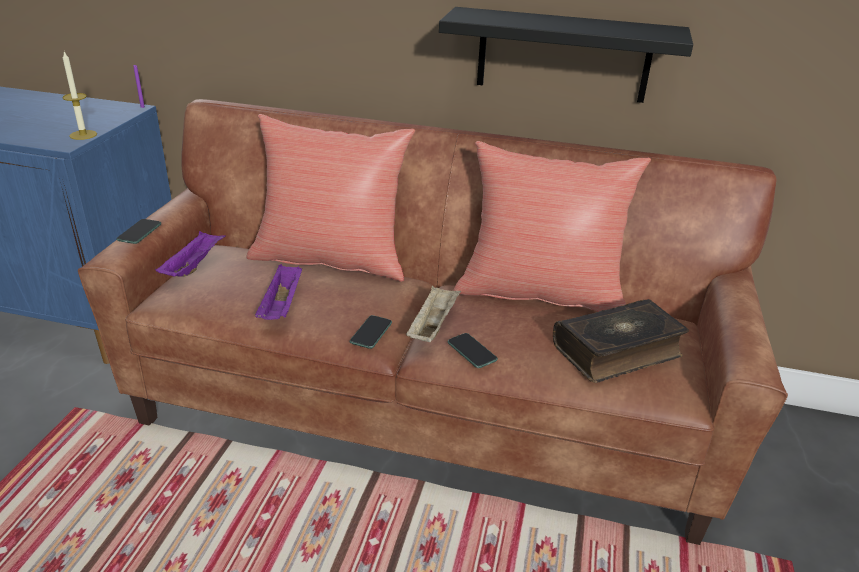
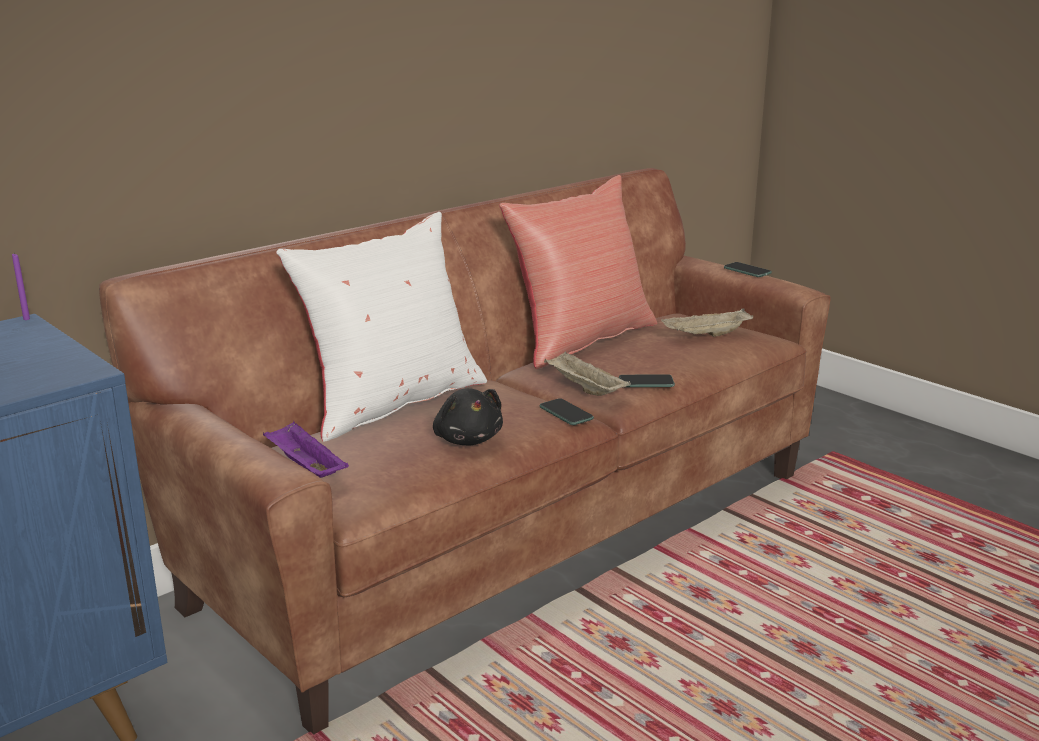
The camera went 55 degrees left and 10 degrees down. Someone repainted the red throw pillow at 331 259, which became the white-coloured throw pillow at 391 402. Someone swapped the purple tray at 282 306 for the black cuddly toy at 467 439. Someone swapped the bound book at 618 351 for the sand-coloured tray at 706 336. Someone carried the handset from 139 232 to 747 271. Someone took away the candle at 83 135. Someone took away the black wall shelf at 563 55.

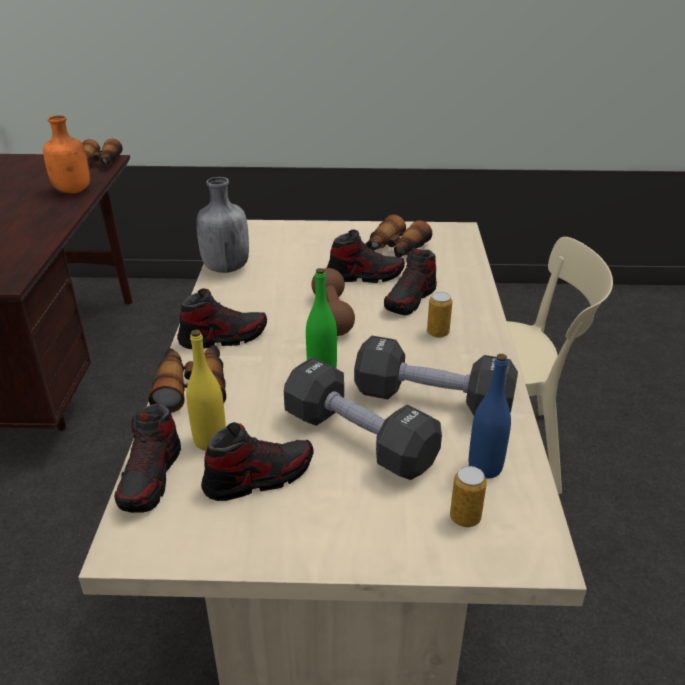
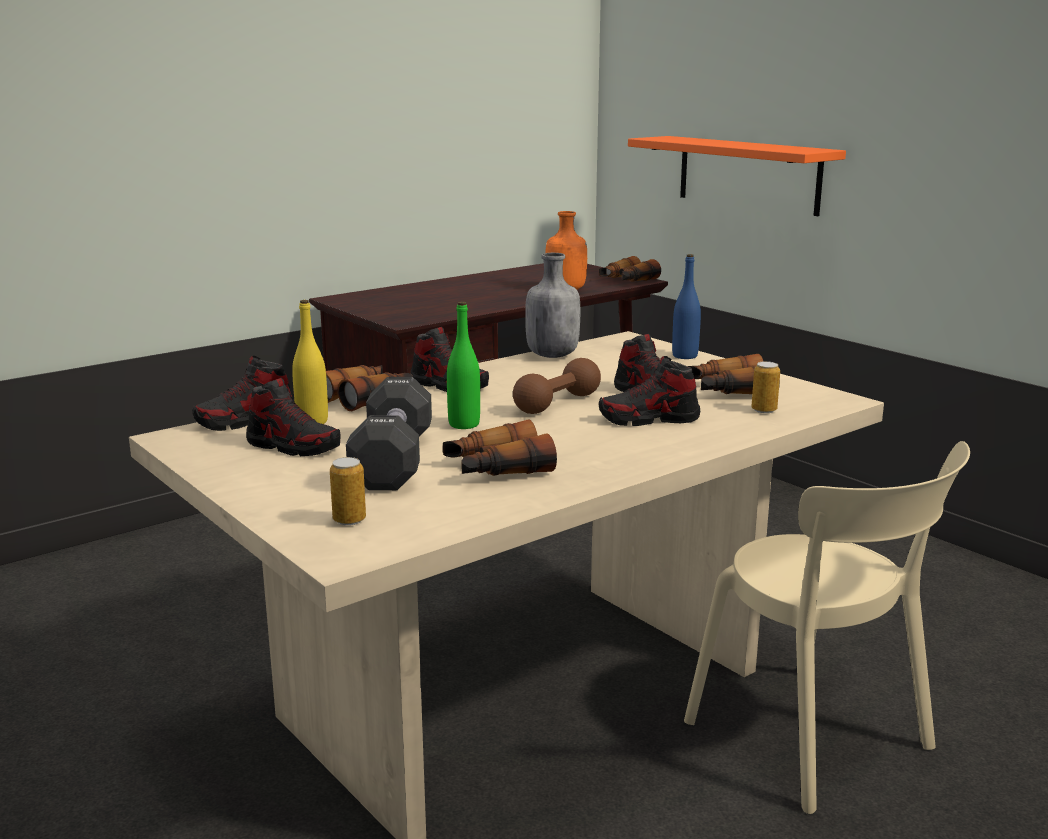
The camera went 50 degrees right and 15 degrees down. Someone swapped the black free weight at 432 400 for the pair of binoculars at 496 469. Someone put up the orange wall shelf at 748 174. Someone carried the blue drink bottle from 485 468 to 685 356. Someone carried the metal can from 437 333 to 764 410.

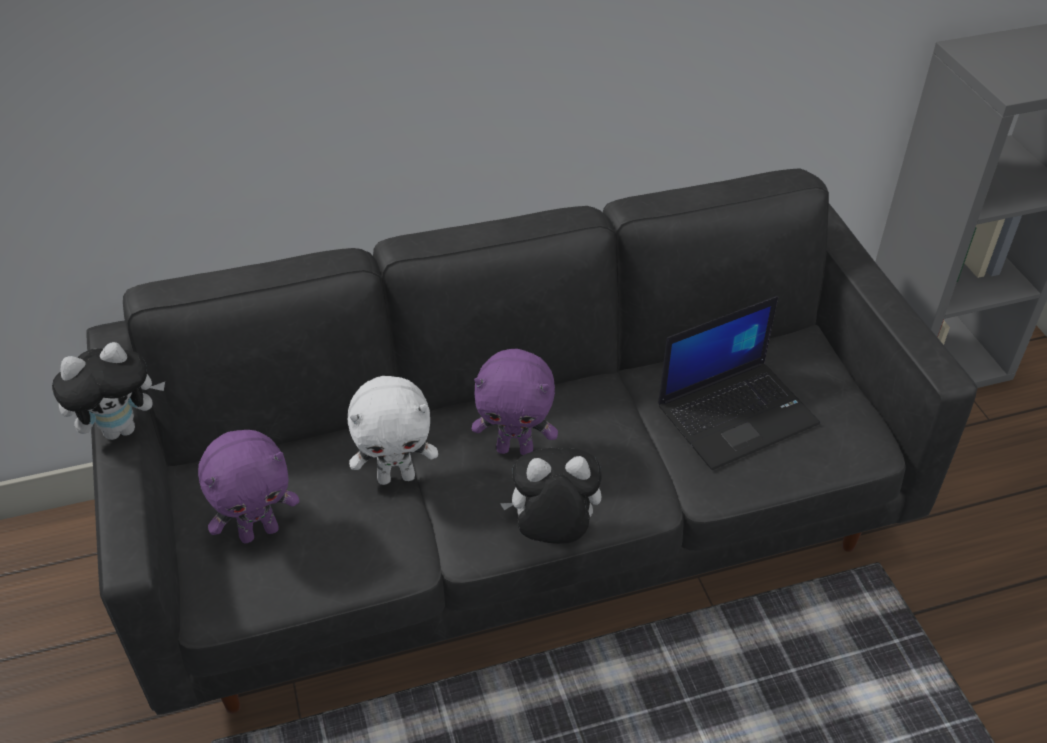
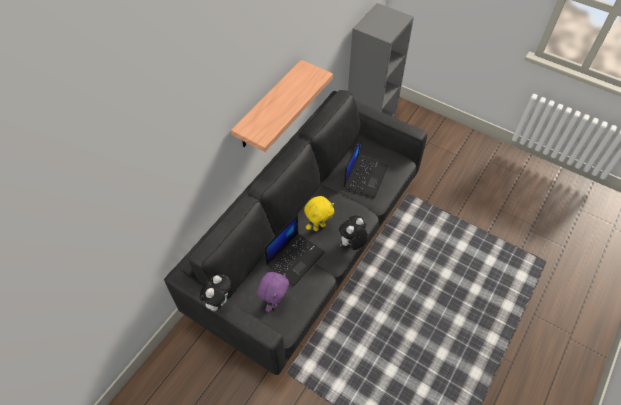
The camera went 40 degrees left and 10 degrees up. Someone put up the wall shelf at 268 106. Someone swapped the white-coloured cuddly toy at 396 476 for the laptop at 295 258. Someone repainted the purple cuddly toy at 515 449, which became the yellow cuddly toy at 318 226.

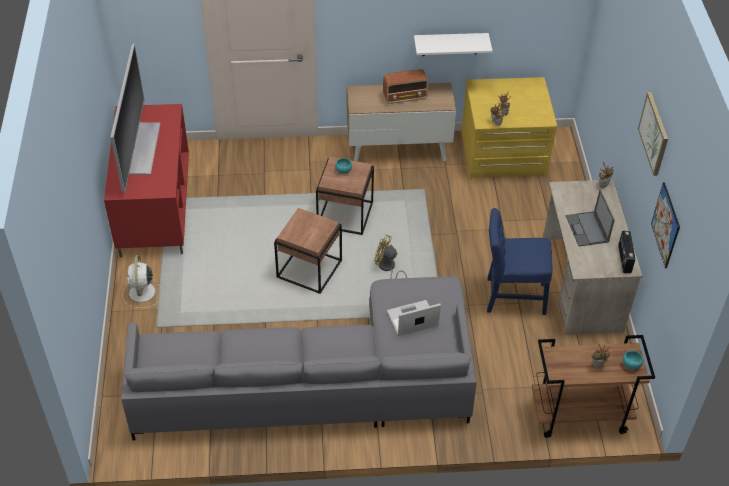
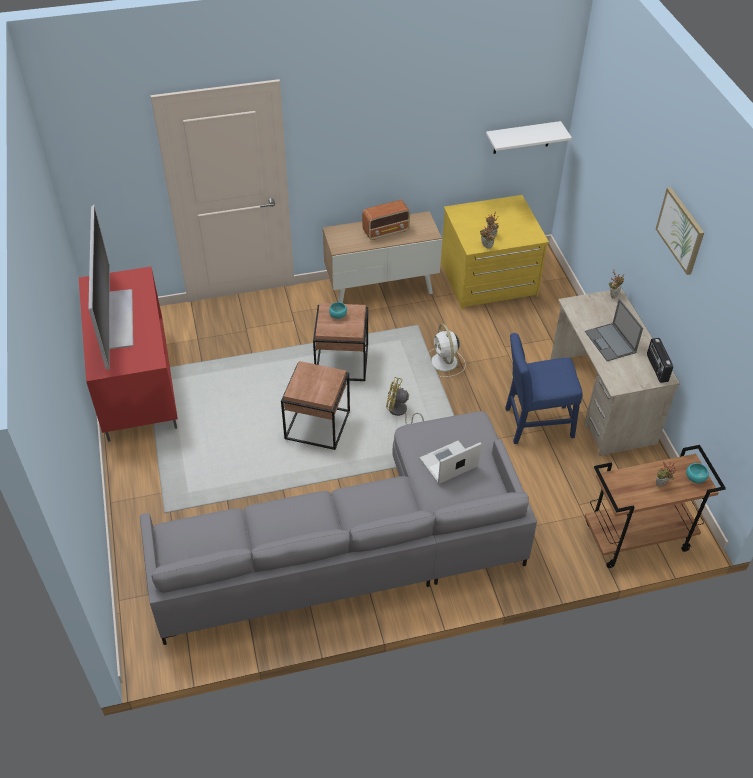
The camera went 10 degrees left and 0 degrees up. Someone carried the white-coloured fan from 142 293 to 444 363. Someone carried the white-coloured wall shelf from 450 44 to 522 137. Someone took away the wall picture at 665 225.

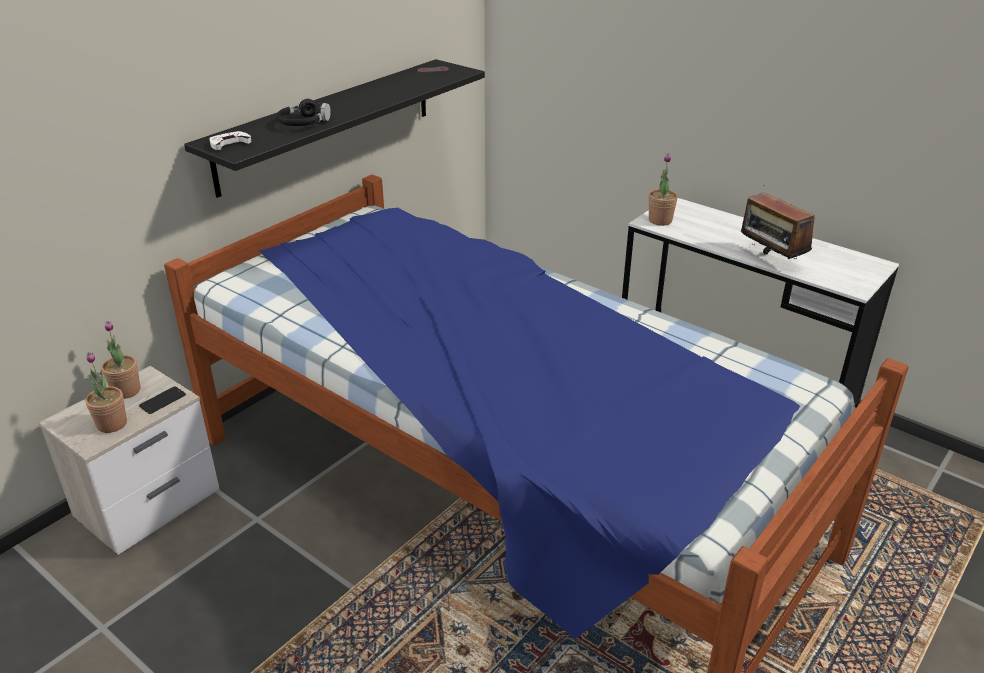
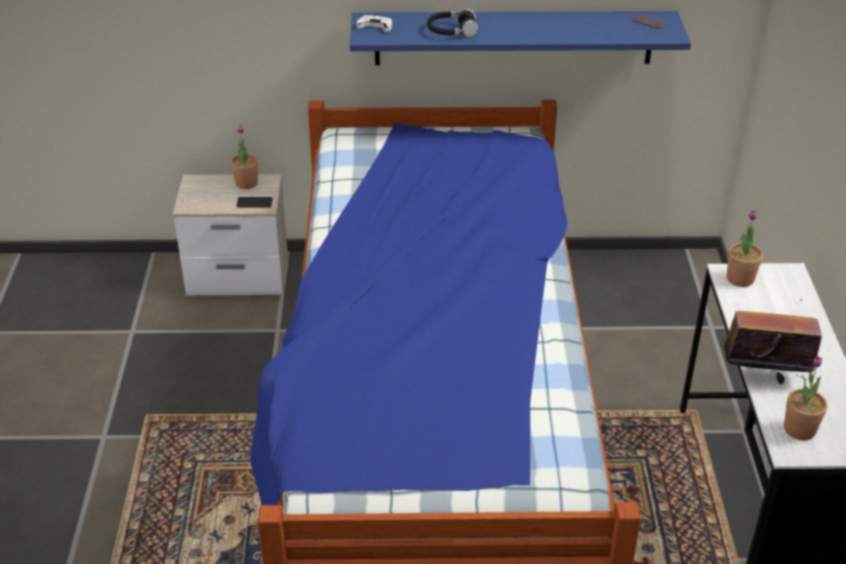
The camera went 50 degrees right and 5 degrees up. Someone repainted the black wall shelf at 328 124, which became the blue wall shelf at 513 38. Someone rotated the radio at 770 261 by 75 degrees clockwise. Someone carried the houseplant from 112 424 to 799 429.

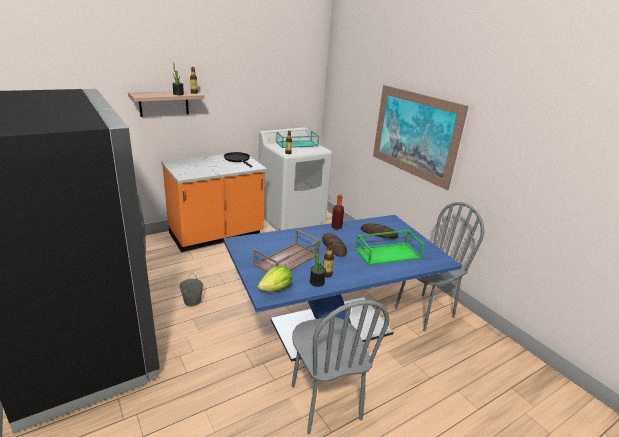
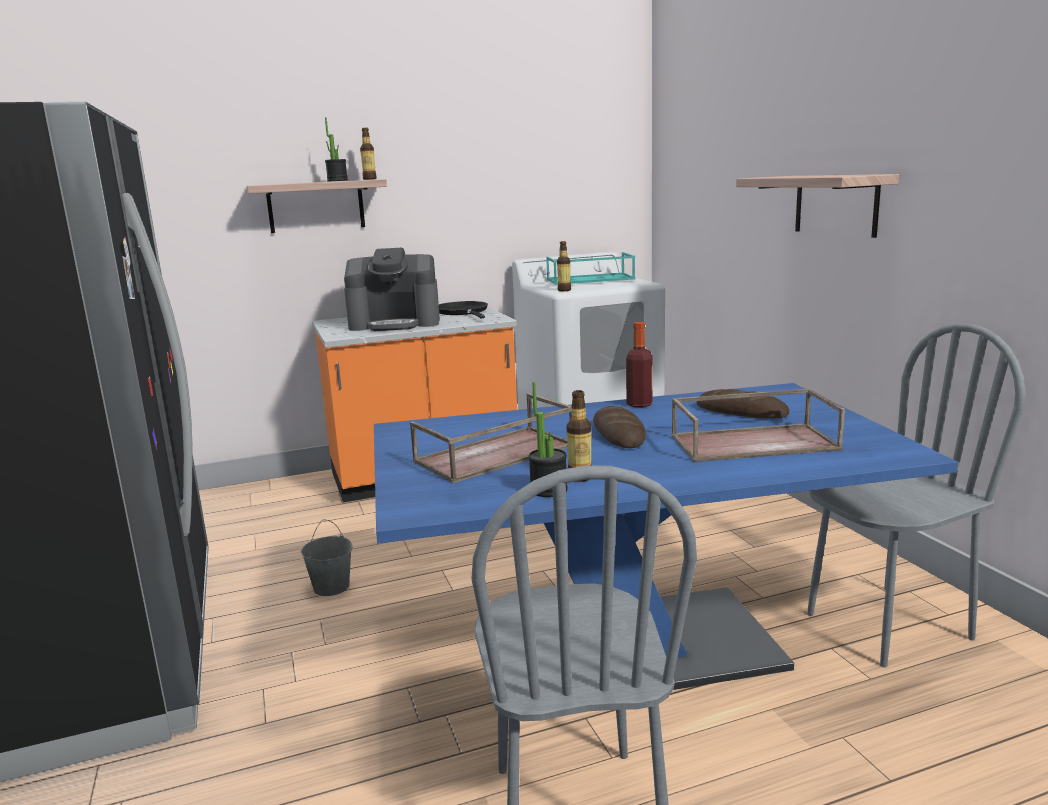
The camera went 15 degrees right and 10 degrees down. Someone put down the coffee maker at 395 323. Someone repainted the green-coloured tray at 388 253, which became the brownish tray at 754 442. Someone swapped the wall picture at 414 134 for the wall shelf at 835 204. Someone took away the lettuce head at 276 289.

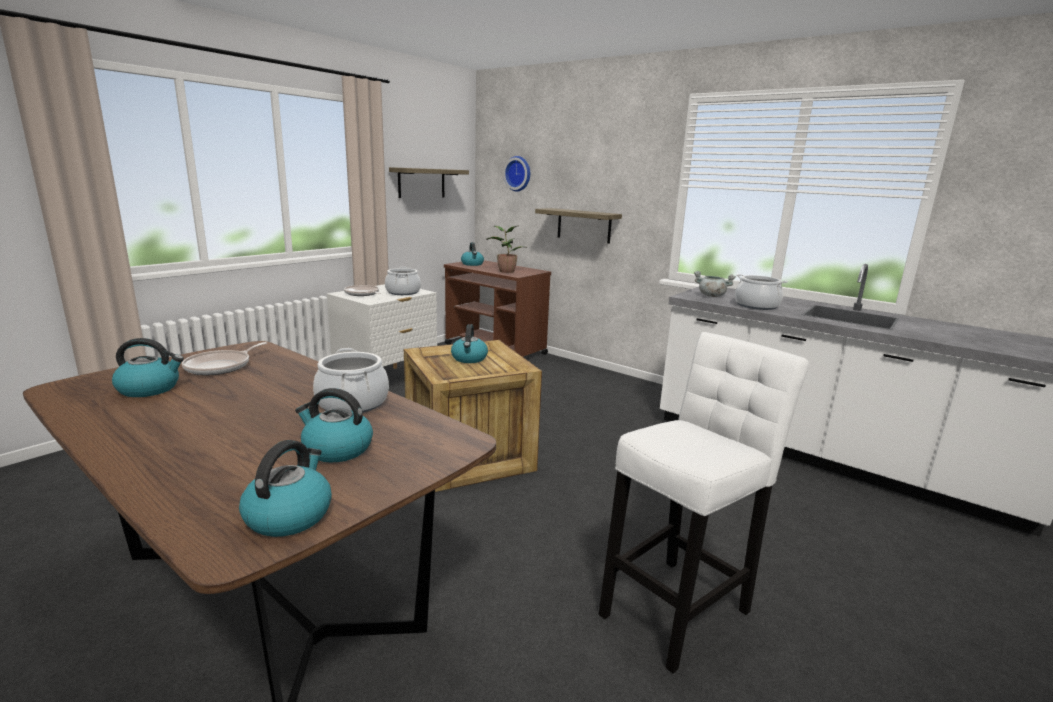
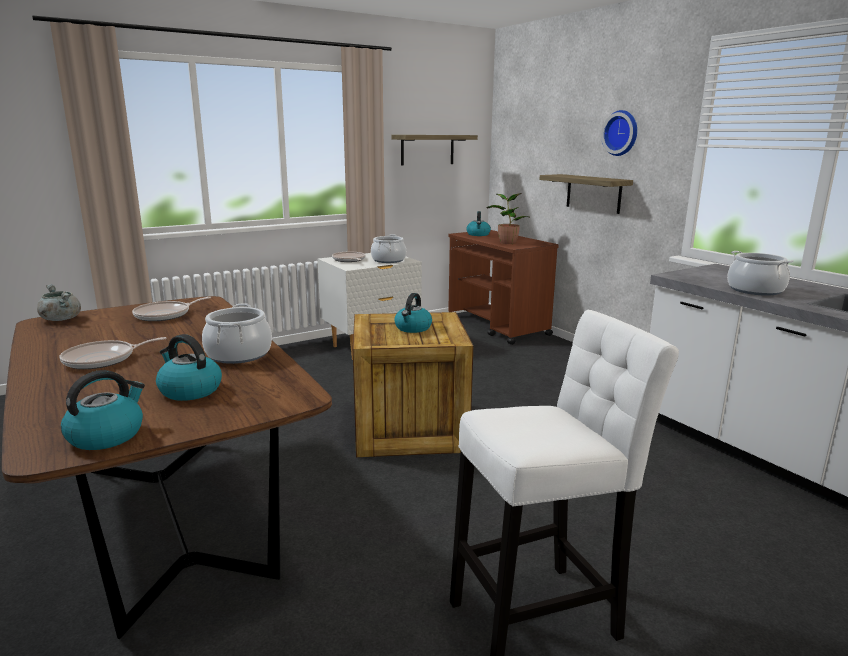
The camera went 20 degrees right and 0 degrees up. Someone carried the grey stockpot from 711 296 to 61 319. Someone put down the pan at 103 359. Someone carried the clock on the wall from 518 173 to 622 133. Someone took away the kettle at 150 389.

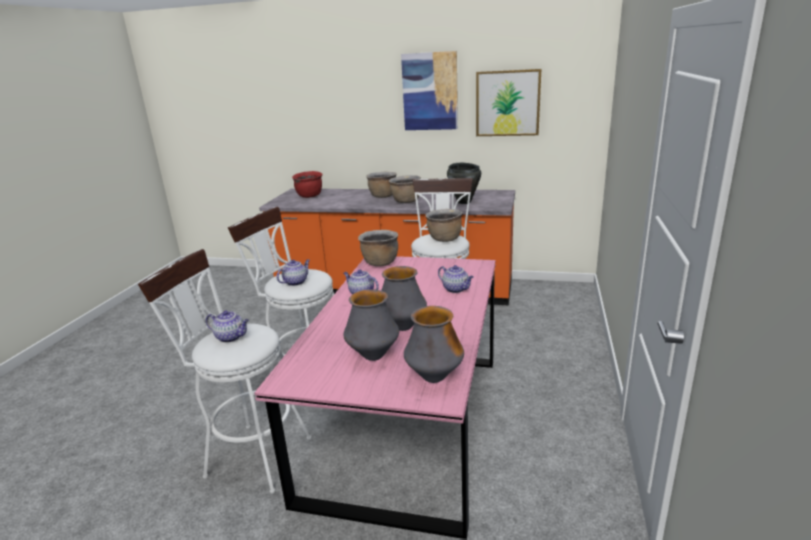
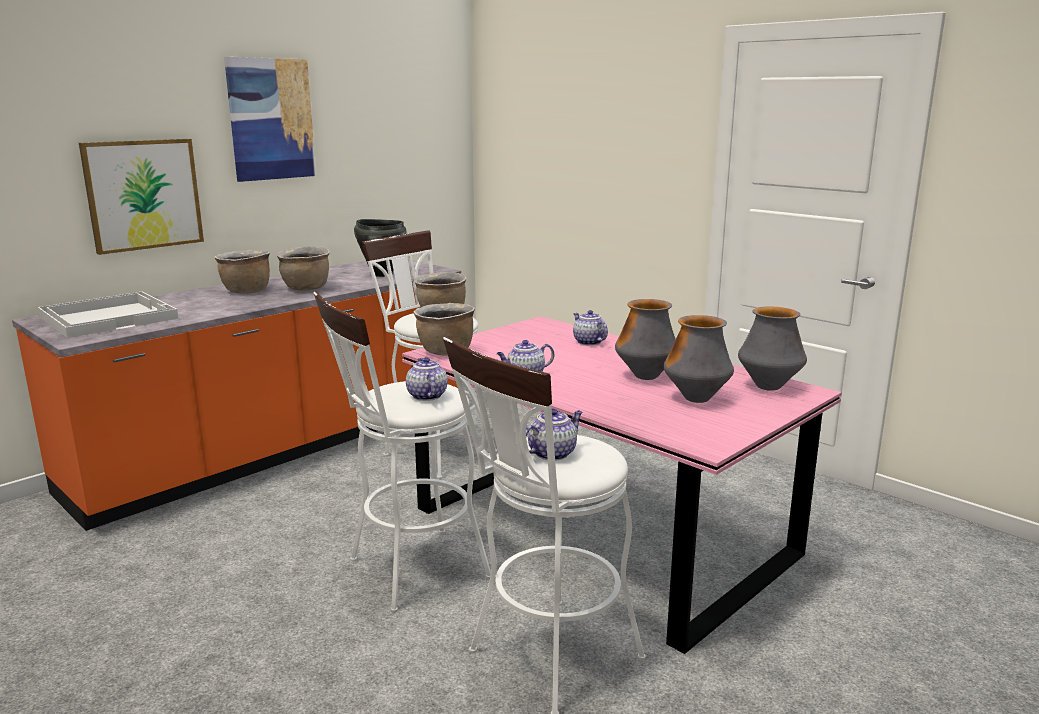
The camera went 60 degrees left and 5 degrees down. Someone swapped the red stockpot at 310 196 for the white-coloured tray at 109 317. Someone carried the wall picture from 507 103 to 143 194. Someone rotated the teapot at 456 289 by 105 degrees counterclockwise.

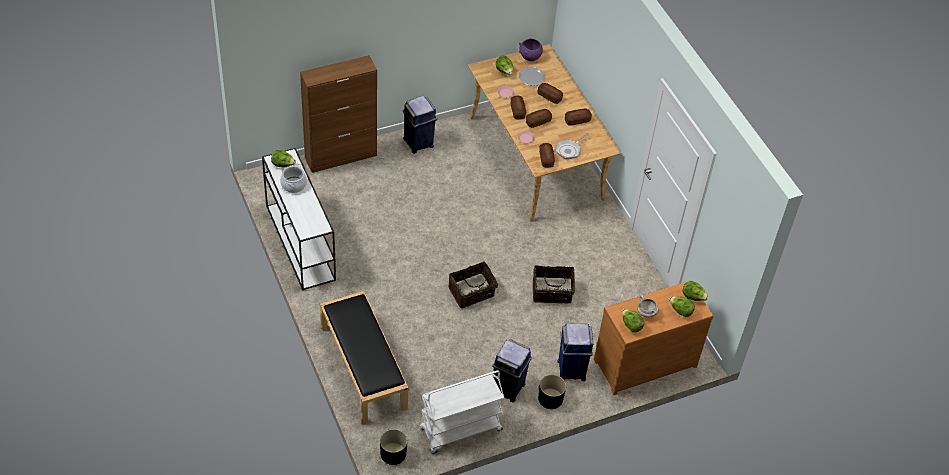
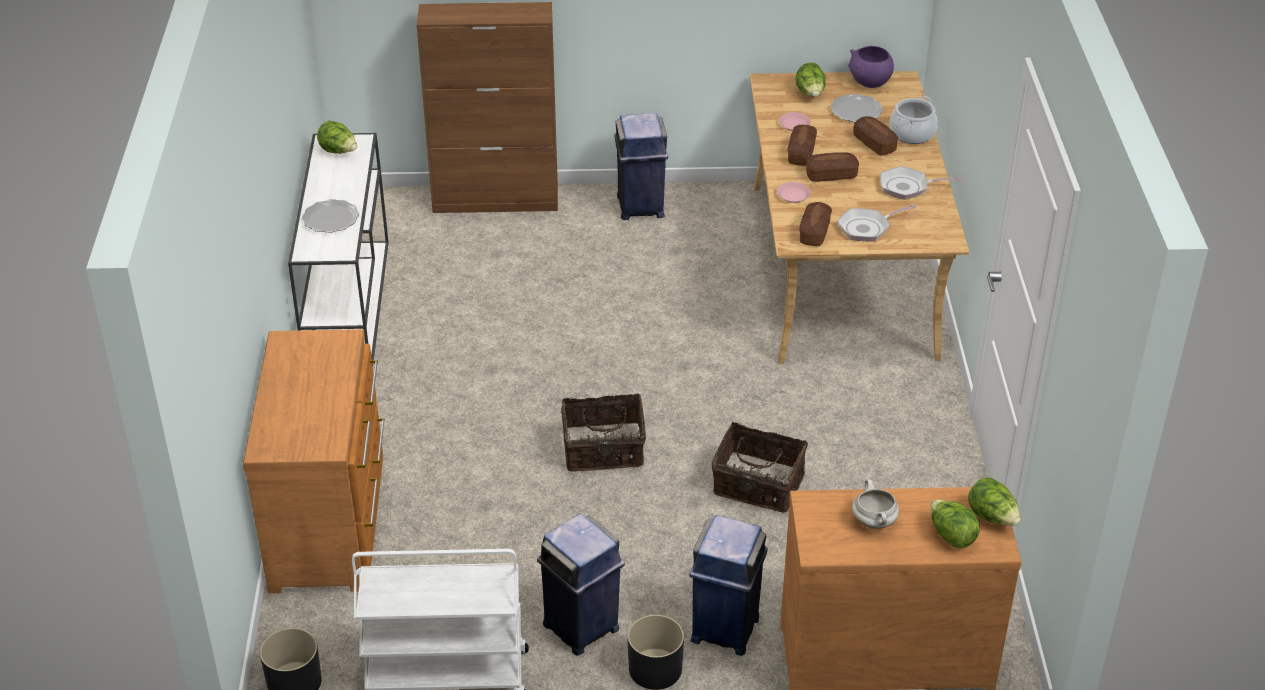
The camera went 25 degrees right and 10 degrees down. Someone swapped the black indoor bench at 362 367 for the brownish chest of drawers at 331 521. Someone put down the flat dish at 331 219. Someone swapped the bakery bread at 577 120 for the pan at 908 187. Someone carried the stockpot from 294 185 to 912 134. Someone took away the lettuce head at 631 325.

